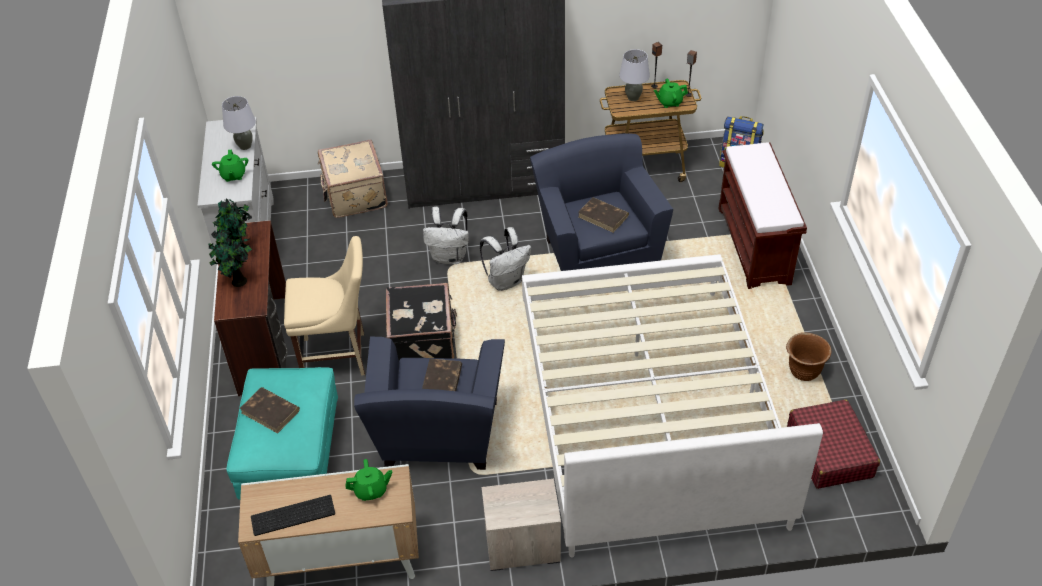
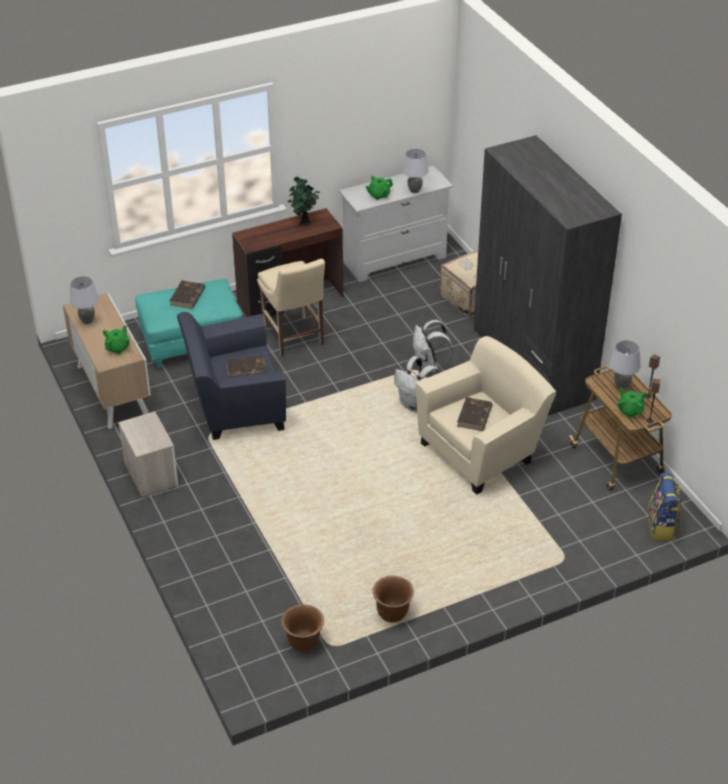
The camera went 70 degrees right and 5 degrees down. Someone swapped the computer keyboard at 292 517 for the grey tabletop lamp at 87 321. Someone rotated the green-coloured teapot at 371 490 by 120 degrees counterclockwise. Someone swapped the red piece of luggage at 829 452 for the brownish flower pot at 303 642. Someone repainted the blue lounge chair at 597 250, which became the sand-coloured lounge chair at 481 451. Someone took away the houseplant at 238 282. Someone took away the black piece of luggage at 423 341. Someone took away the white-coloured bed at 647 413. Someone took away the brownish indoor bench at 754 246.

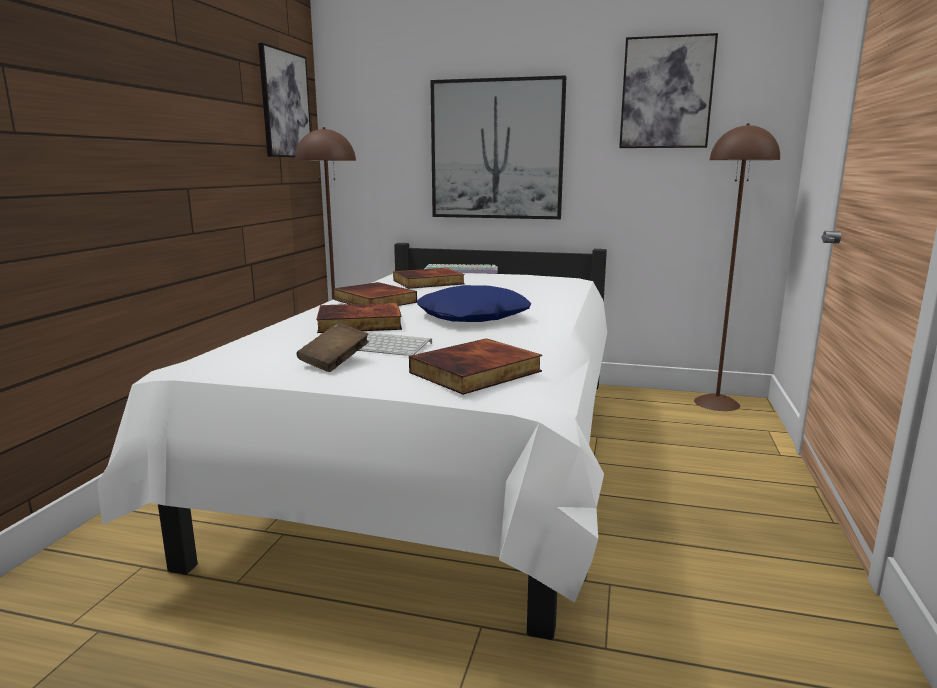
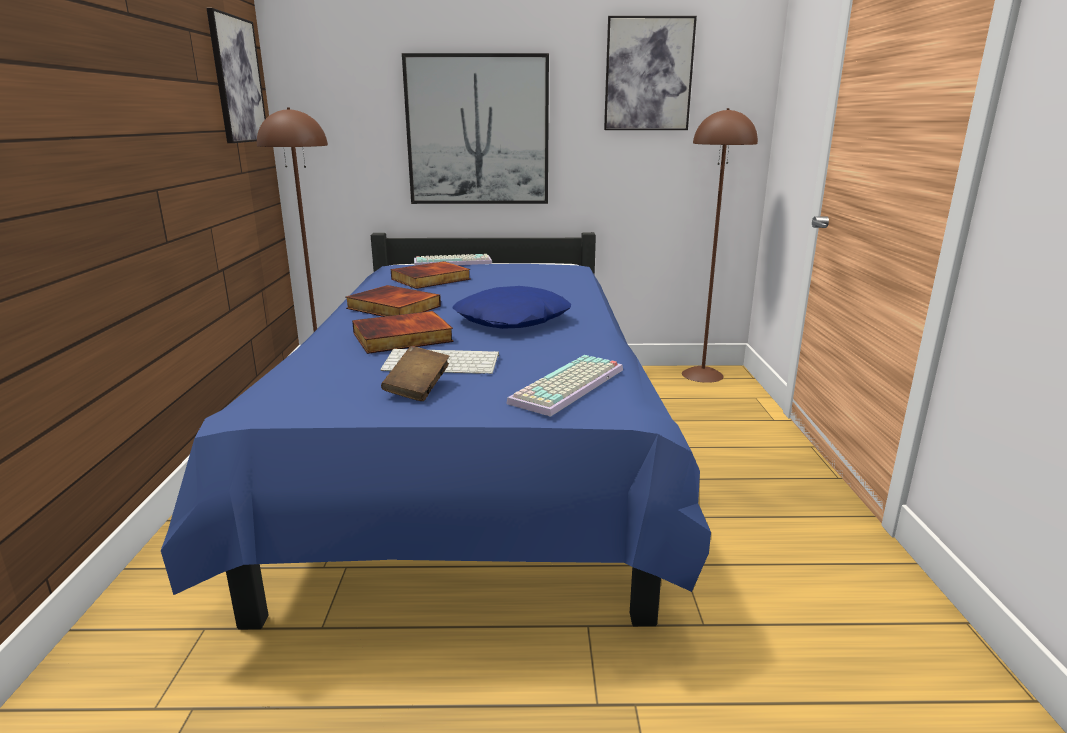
The camera went 15 degrees left and 5 degrees up. Someone repainted the white-coloured bed at 441 460, which became the blue bed at 472 464. Someone swapped the bound book at 476 372 for the computer keyboard at 569 387.

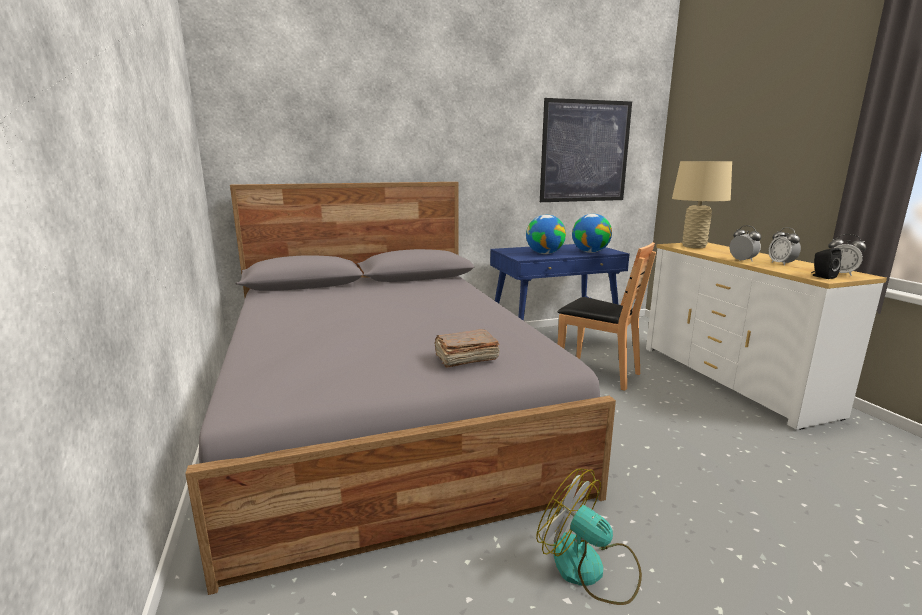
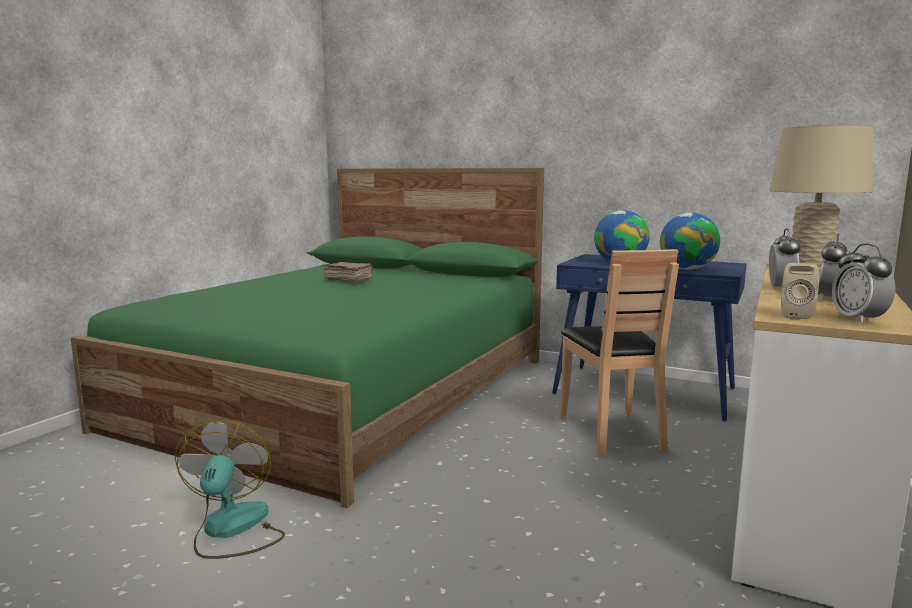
The camera went 45 degrees right and 5 degrees down. Someone repainted the grey bed at 385 412, which became the green-coloured bed at 348 391. Someone carried the brownish bound book from 465 358 to 348 280. Someone repainted the black speaker at 822 276, which became the sand-coloured speaker at 795 315. Someone took away the wall picture at 585 151.

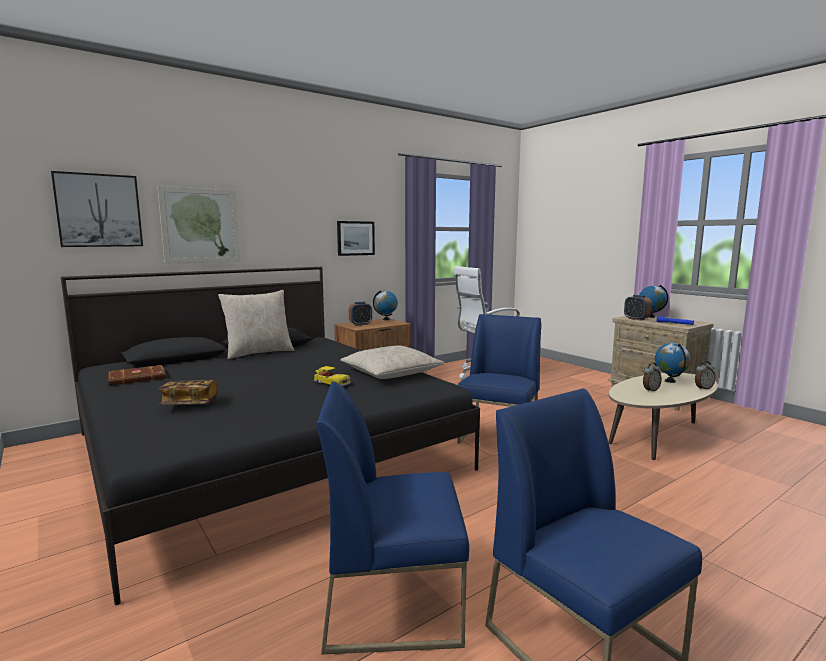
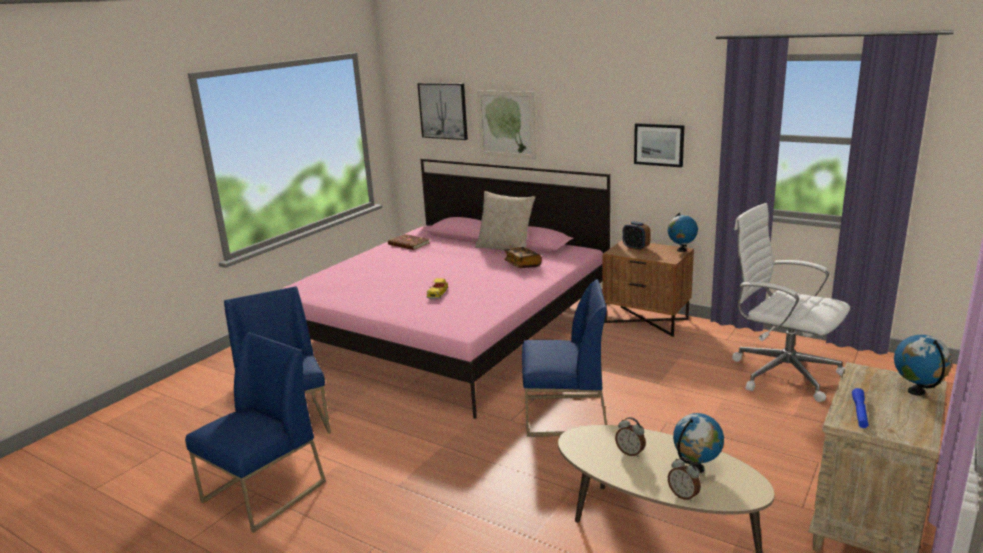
The camera went 70 degrees right and 10 degrees up. Someone repainted the black bed at 264 450, which became the pink-coloured bed at 449 328. Someone carried the bound book from 190 404 to 522 265. Someone took away the sand-coloured throw pillow at 391 373. Someone took away the table clock at 636 319.

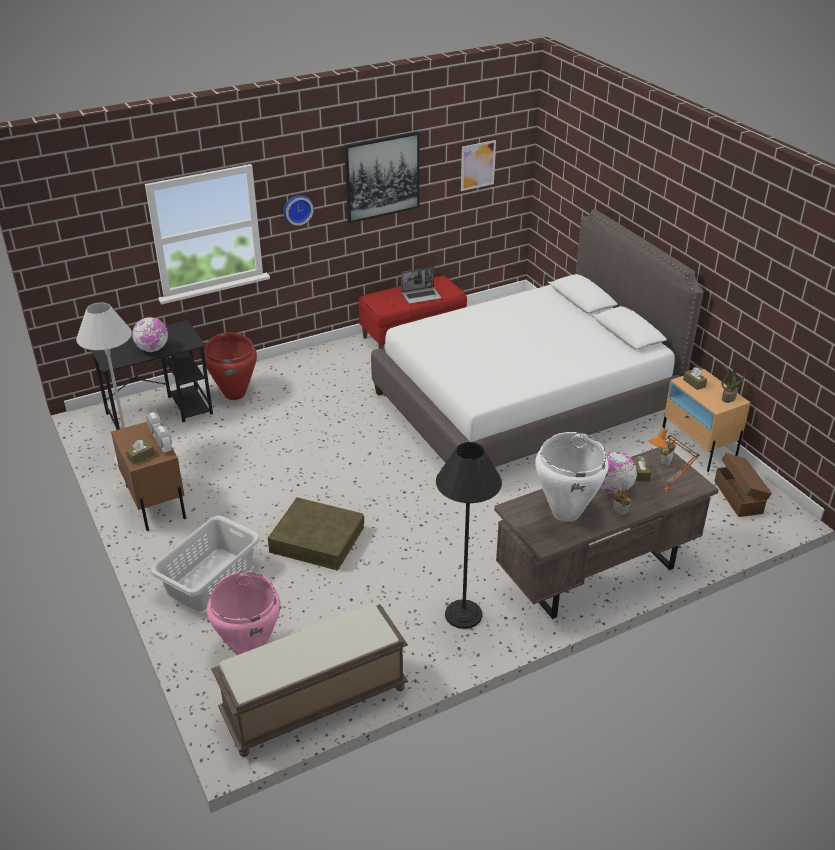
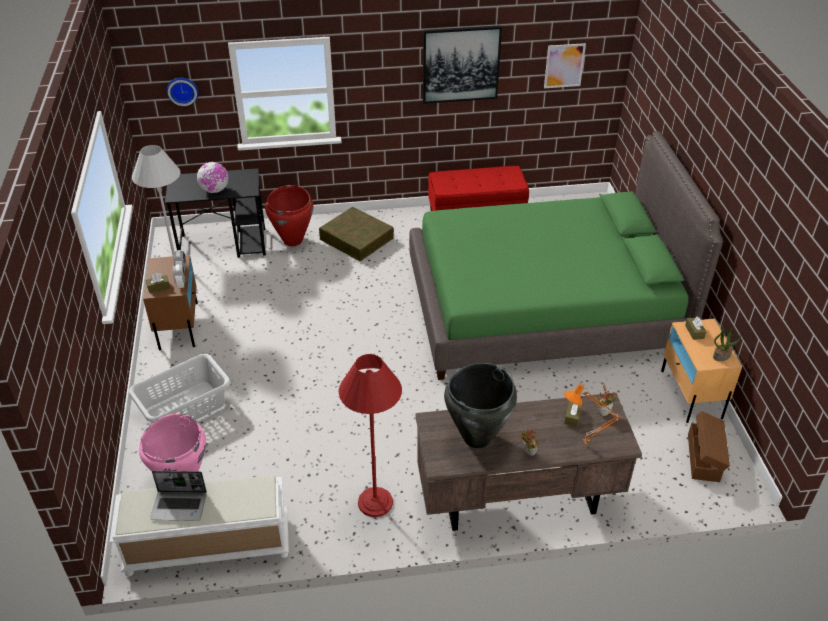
The camera went 20 degrees right and 5 degrees up. Someone repainted the brownish indoor bench at 314 703, which became the white-coloured indoor bench at 207 546. Someone carried the laptop from 421 296 to 180 506. Someone carried the clock on the wall from 297 209 to 182 90. Someone carried the brownish storage bin from 317 539 to 356 239. Someone repainted the black floor lamp at 463 614, which became the red floor lamp at 375 502. Someone repainted the white-coloured bed at 524 404, which became the green-coloured bed at 543 308. Someone repainted the white-coloured vase at 566 512, which became the black vase at 477 437. Someone took away the world globe at 612 489.

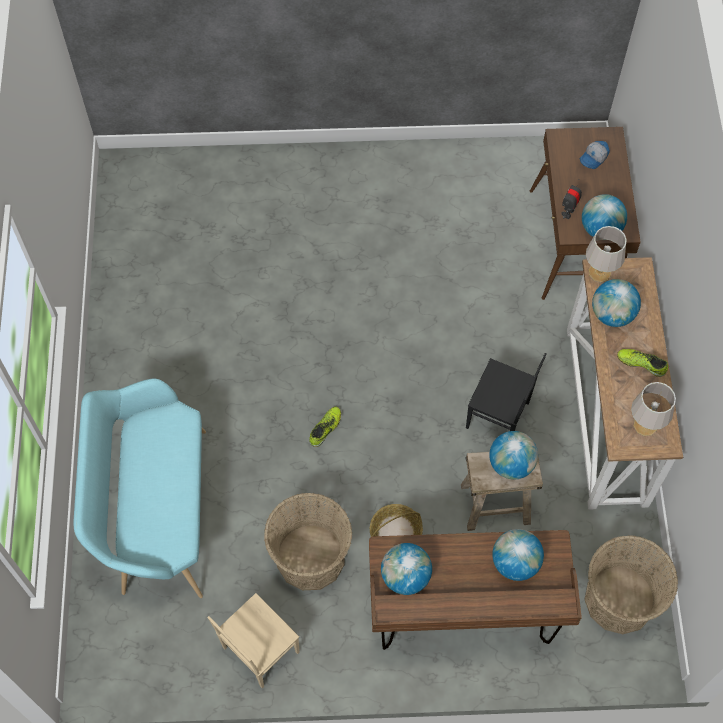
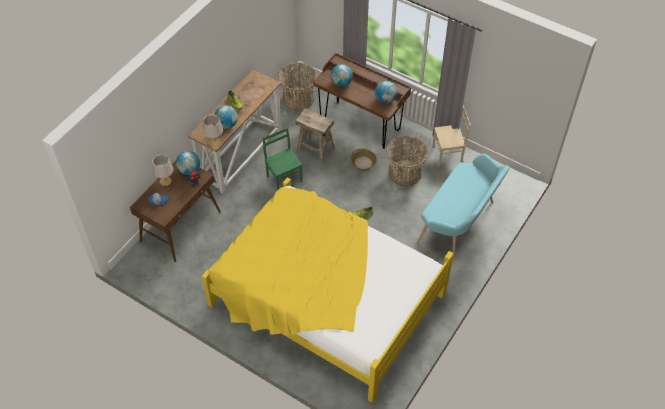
The camera went 145 degrees left and 10 degrees down. Someone carried the grey tabletop lamp from 644 425 to 166 181. Someone put down the yellow bed at 325 299. Someone repainted the black chair at 498 416, which became the green-coloured chair at 284 178. Someone took away the world globe at 511 464.

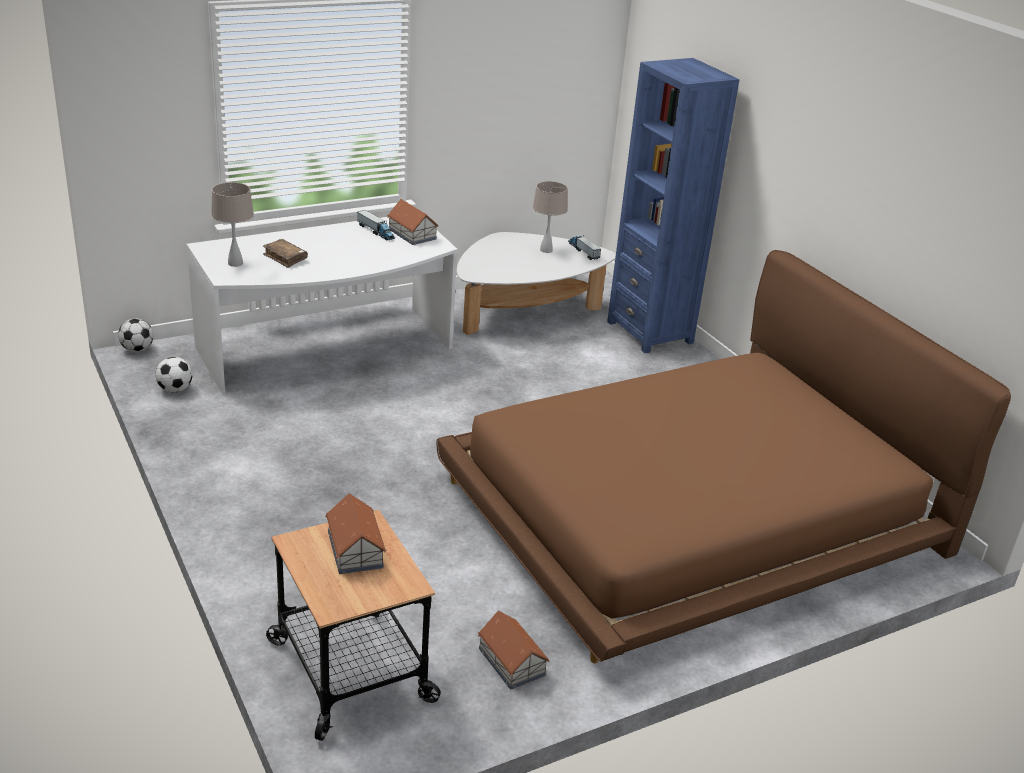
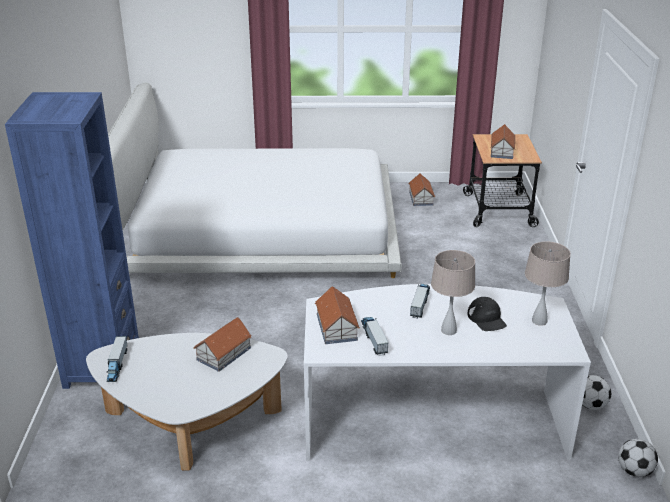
The camera went 150 degrees left and 0 degrees up. Someone repainted the brownish bed at 693 511, which became the white-coloured bed at 260 230. Someone put down the toy house at 224 353. Someone put down the toy lorry at 420 304. Someone carried the sand-coloured tabletop lamp from 546 250 to 449 330. Someone swapped the brownish bound book at 285 258 for the black peaked cap at 486 319.

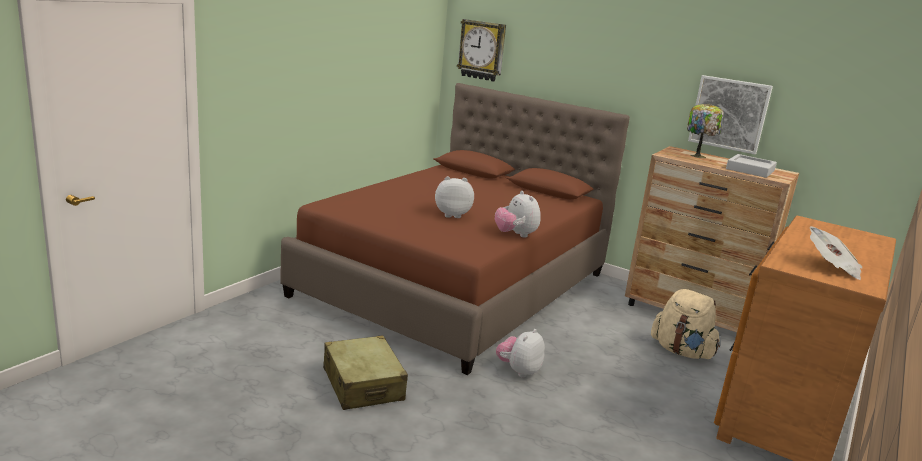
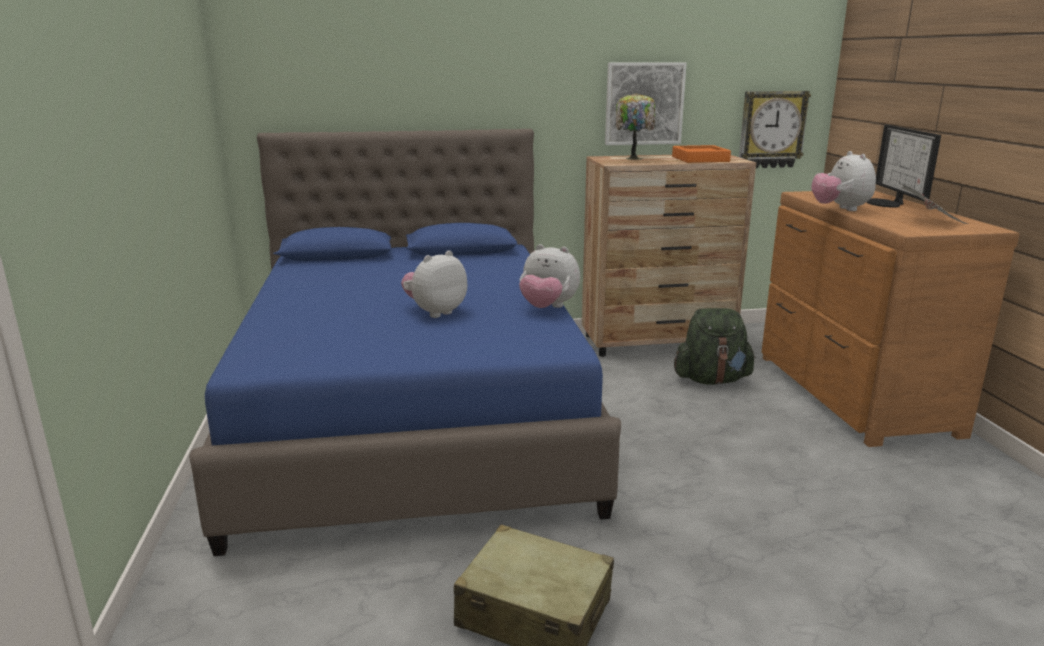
The camera went 40 degrees left and 0 degrees up. Someone repainted the brownish bed at 455 284, which became the blue bed at 414 416. Someone repainted the grey tray at 750 170, which became the orange tray at 700 159. Someone repainted the sand-coloured rucksack at 682 351, which became the green-coloured rucksack at 711 380. Someone carried the clock on the wall from 482 50 to 771 129. Someone carried the cuddly toy from 518 371 to 840 209. Someone put down the monitor at 888 203.

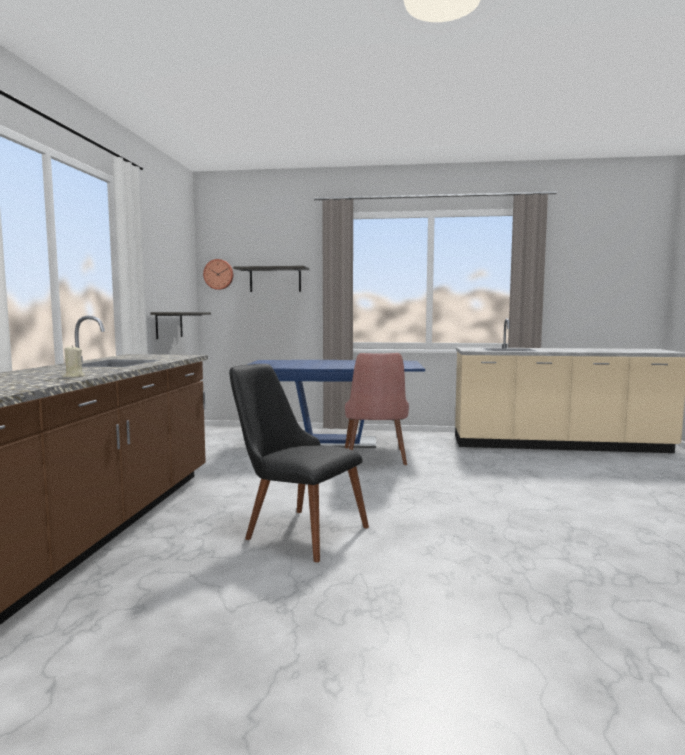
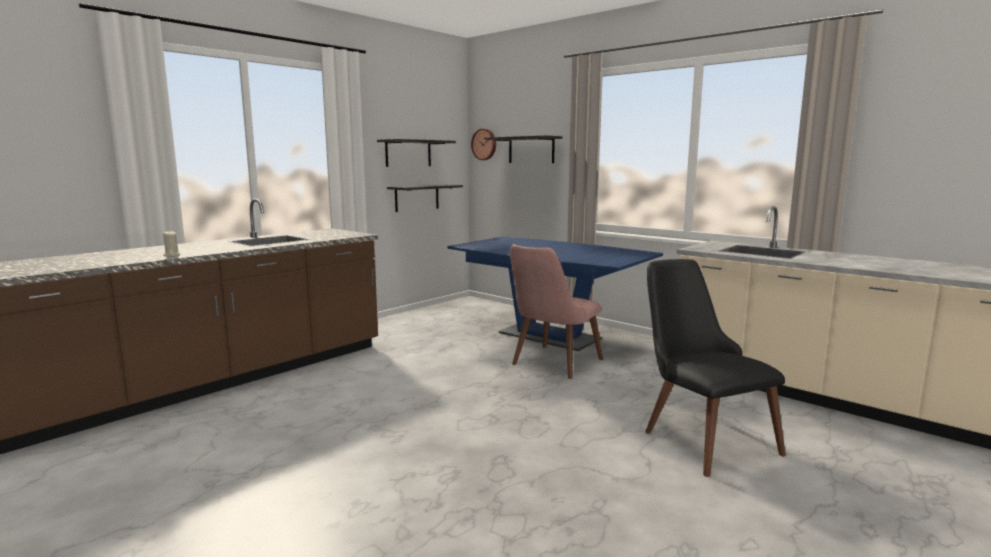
The camera went 35 degrees right and 5 degrees up. Someone put up the wall shelf at 408 153. Someone carried the black chair from 294 530 to 698 436.

